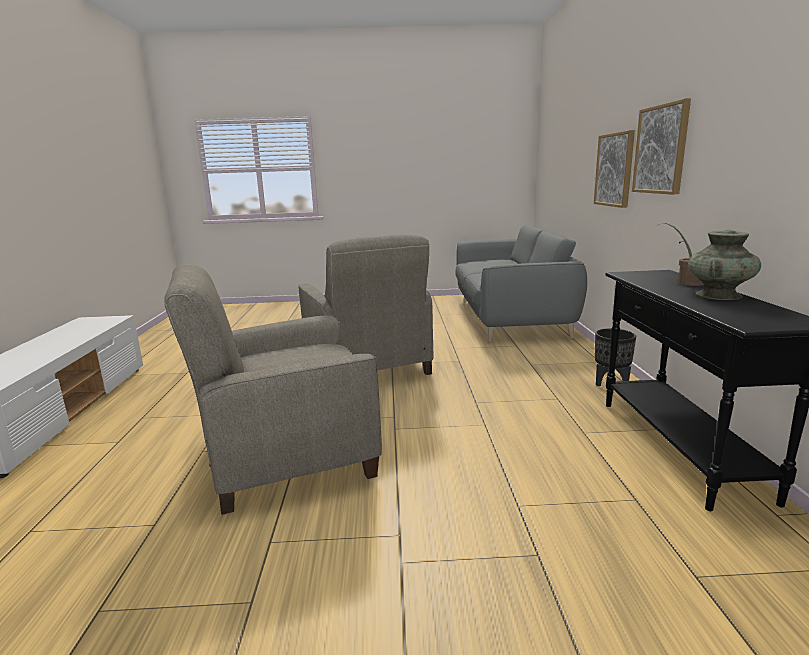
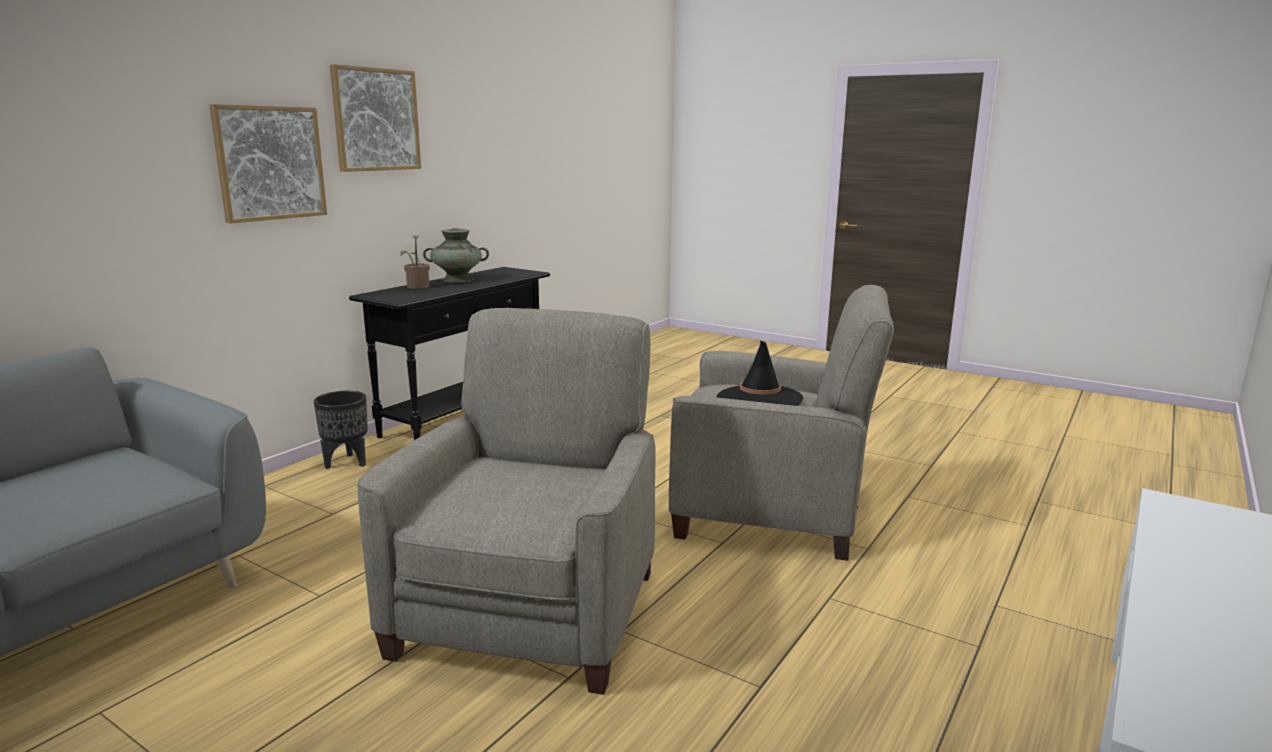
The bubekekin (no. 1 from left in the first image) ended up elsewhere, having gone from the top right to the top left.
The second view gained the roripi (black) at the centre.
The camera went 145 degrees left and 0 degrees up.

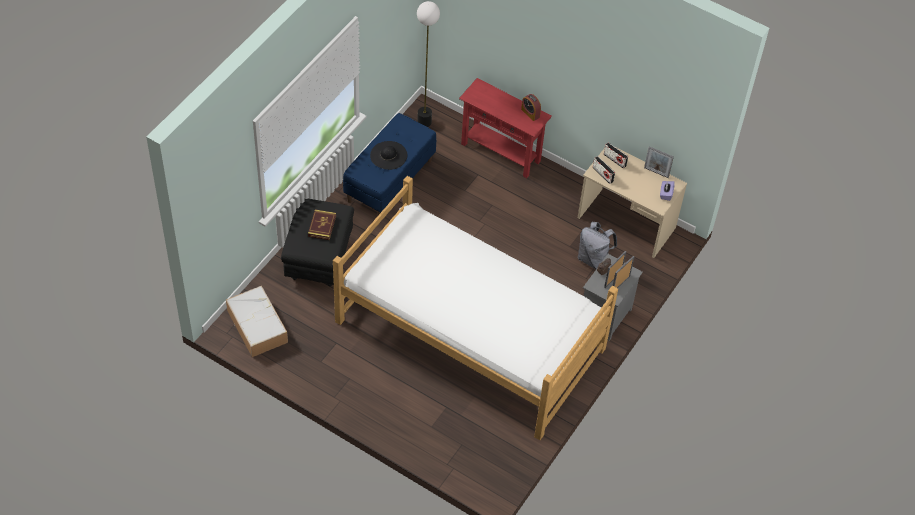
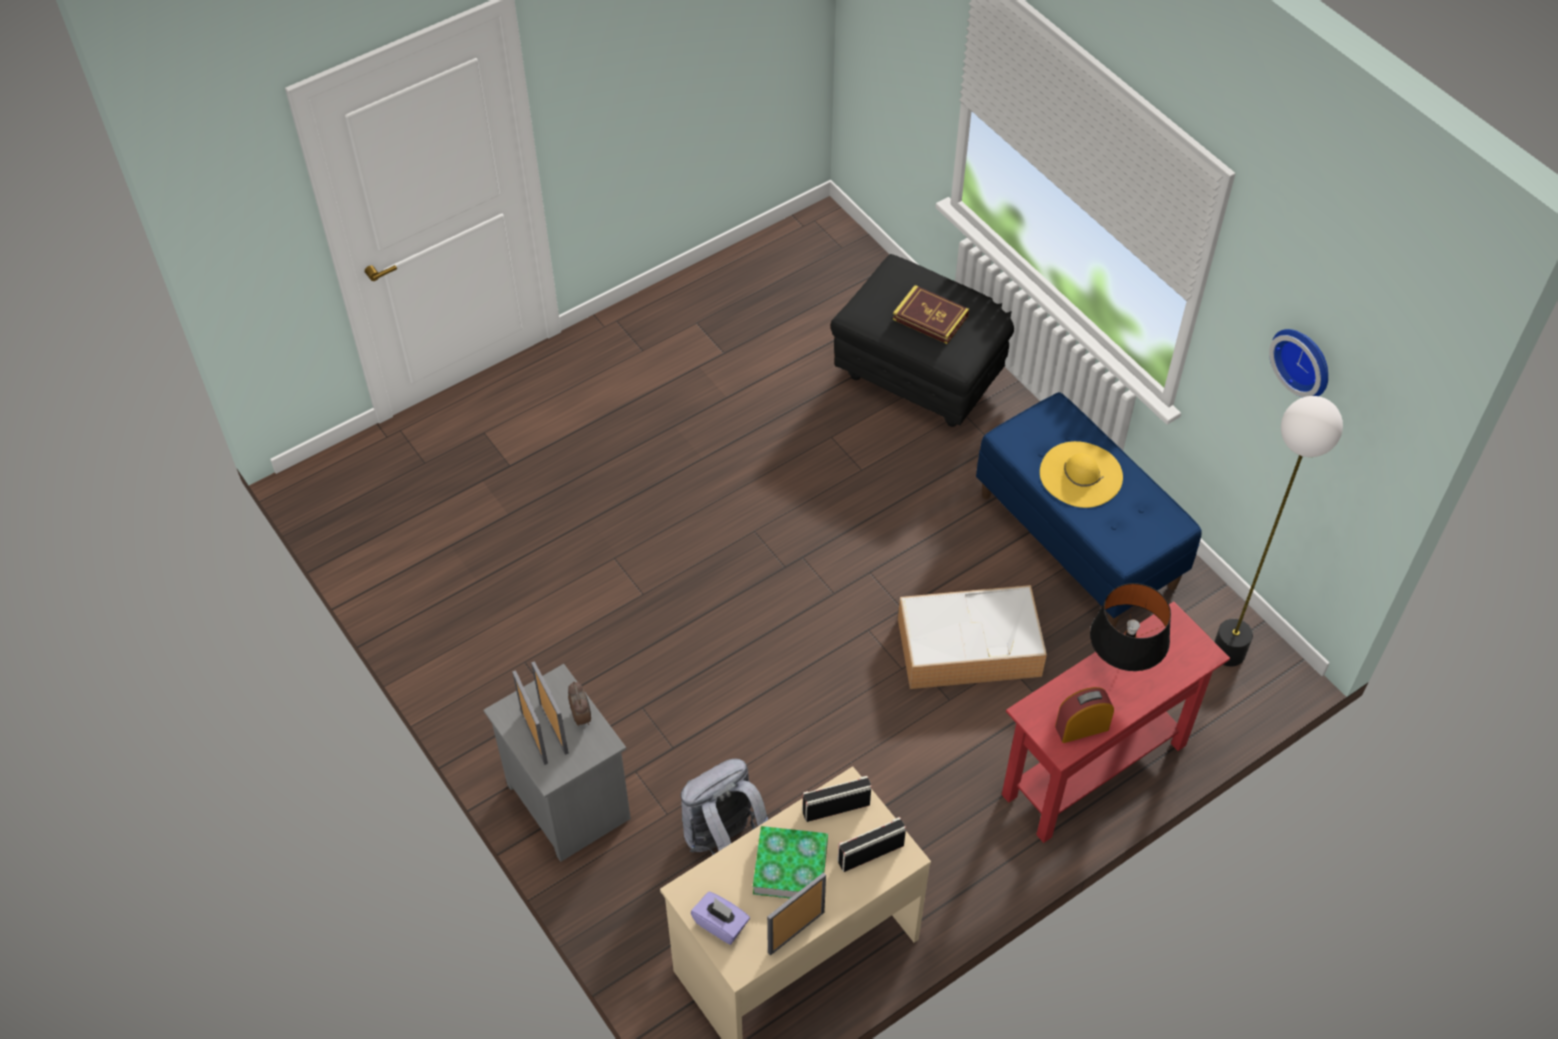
The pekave ended up elsewhere, having gone from the middle left to the centre.
The second view lost the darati at the centre.
What was the roripi (black) at the top centre turned into the roripi (yellow) at the middle right.
The second view gained the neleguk (no. 1 from left) at the bottom centre.
The second view gained the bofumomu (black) at the middle right.
The second view gained the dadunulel at the middle right.
The camera went 115 degrees right and 0 degrees up.

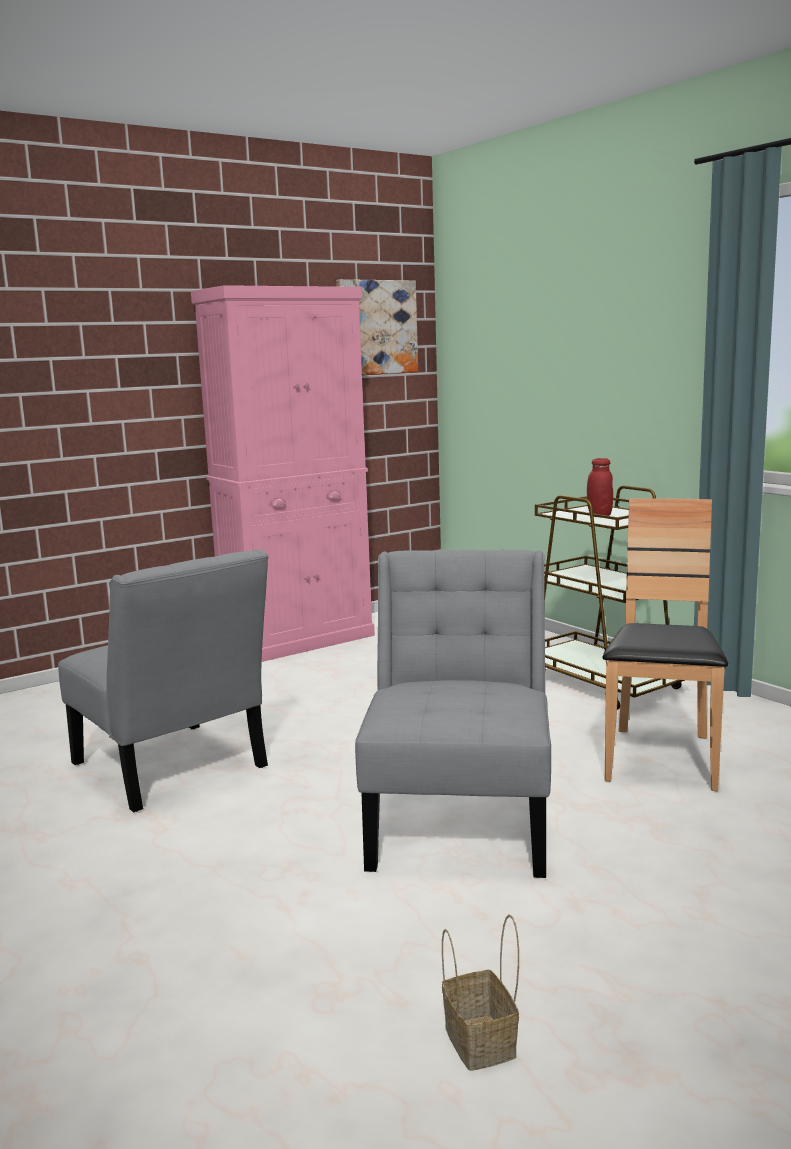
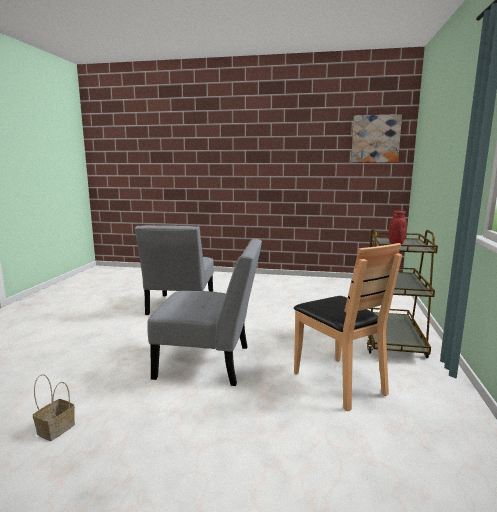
The second view lost the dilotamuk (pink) at the centre.
The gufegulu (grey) (no. 2 from left) at the centre ended up facing another way, 45 degrees clockwise from before.
The gufegulu (brown) at the middle right ended up facing another way, 90 degrees clockwise from before.
The camera went 45 degrees right and 0 degrees up.

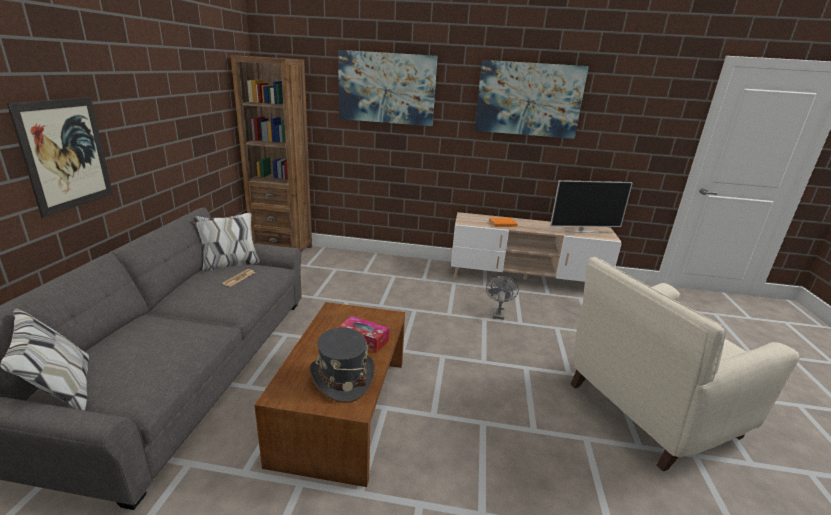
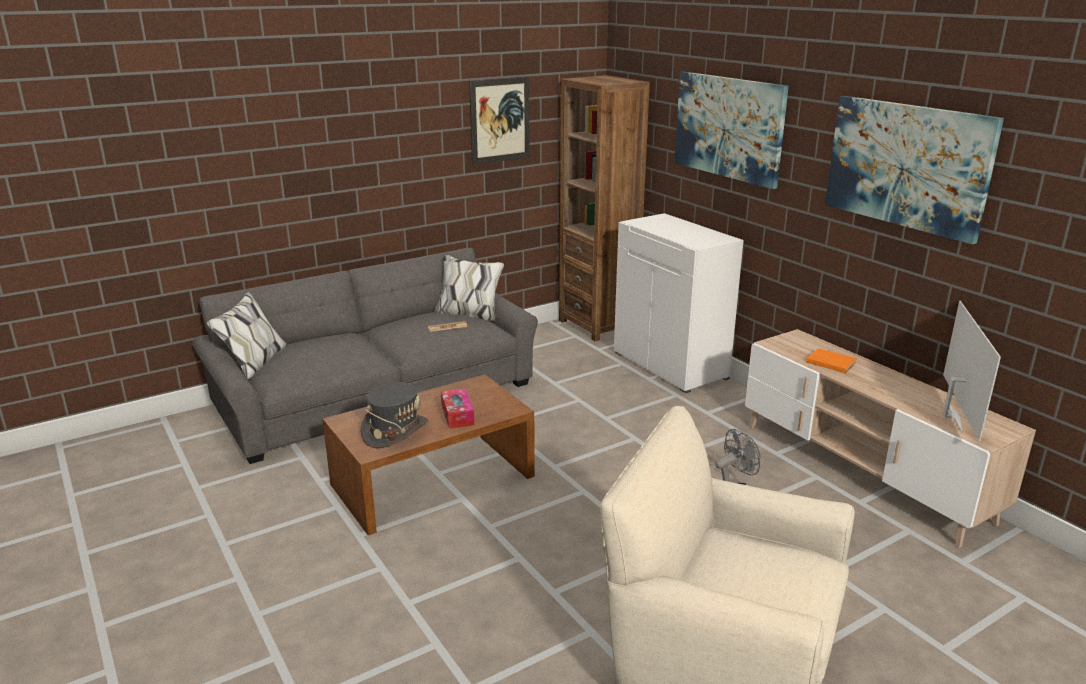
The bubekekin (no. 1 from left) ended up elsewhere, having gone from the top left to the top centre.
The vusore at the middle right ended up facing another way, 120 degrees counterclockwise from before.
The second view gained the dilotamuk (white) at the centre.
The camera went 50 degrees right and 0 degrees up.

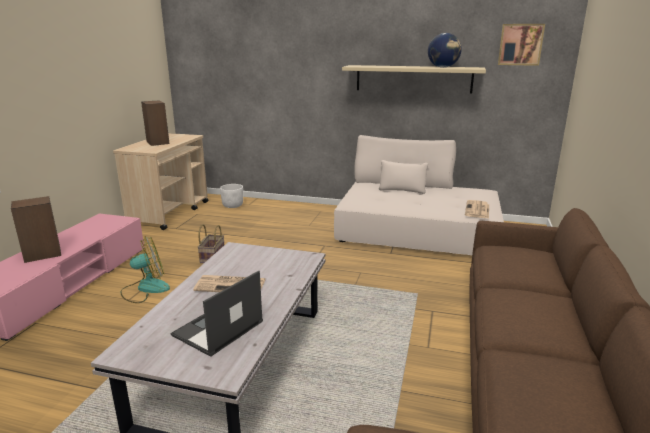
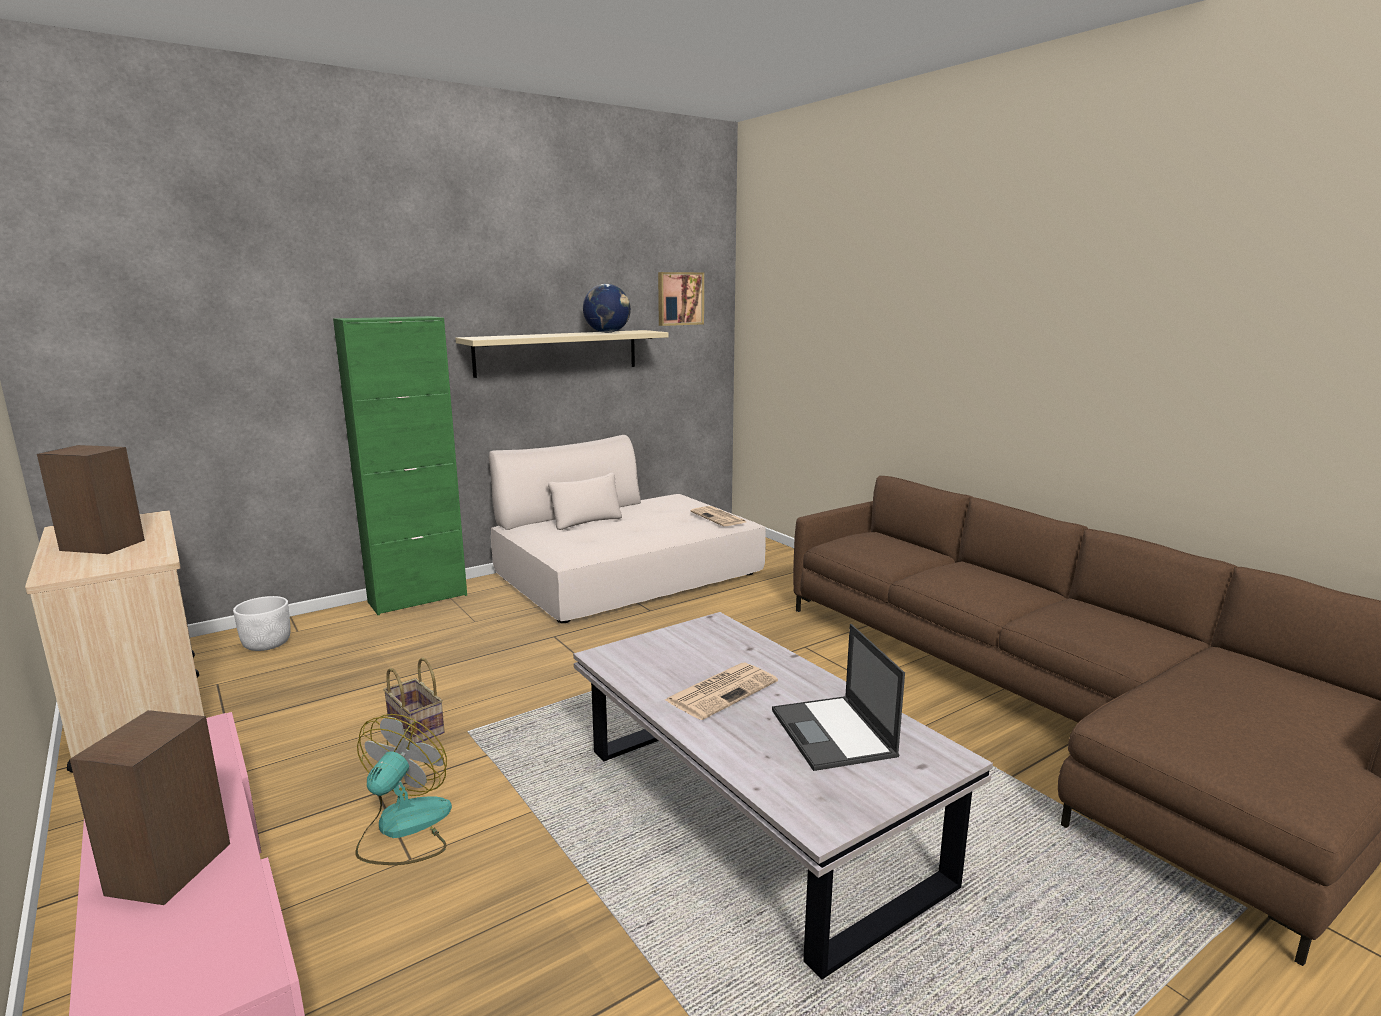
The second view gained the dilotamuk (green) at the middle left.
The camera went 50 degrees left and 5 degrees down.

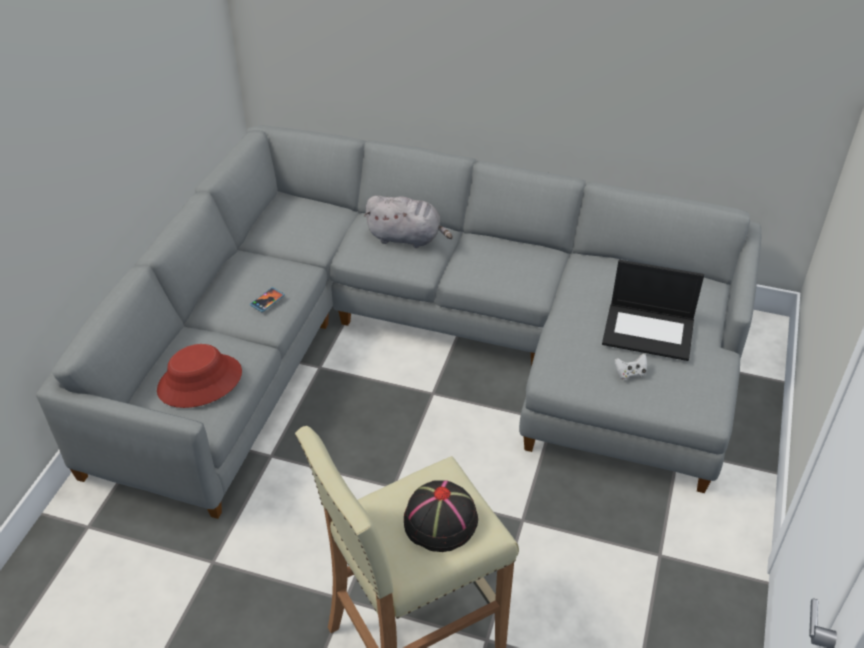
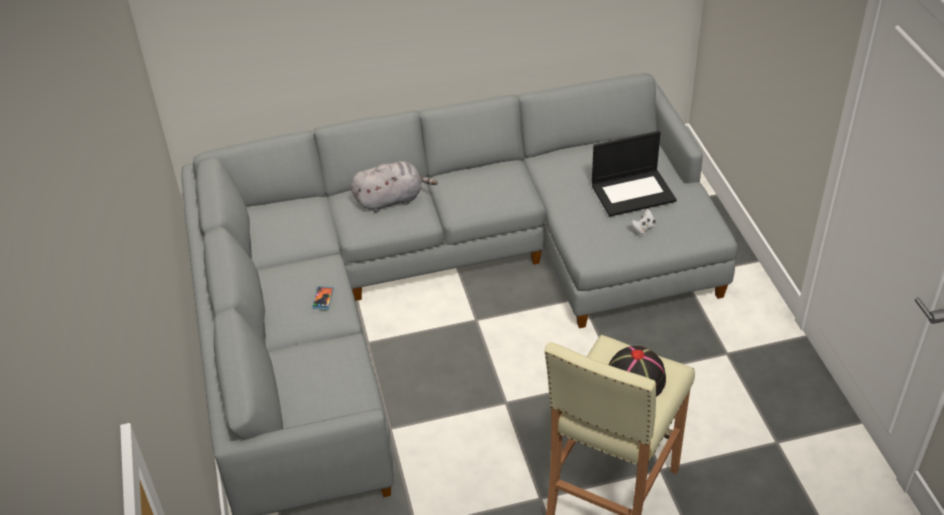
The second view lost the roripi (red) at the middle left.
The camera went 30 degrees left and 0 degrees up.

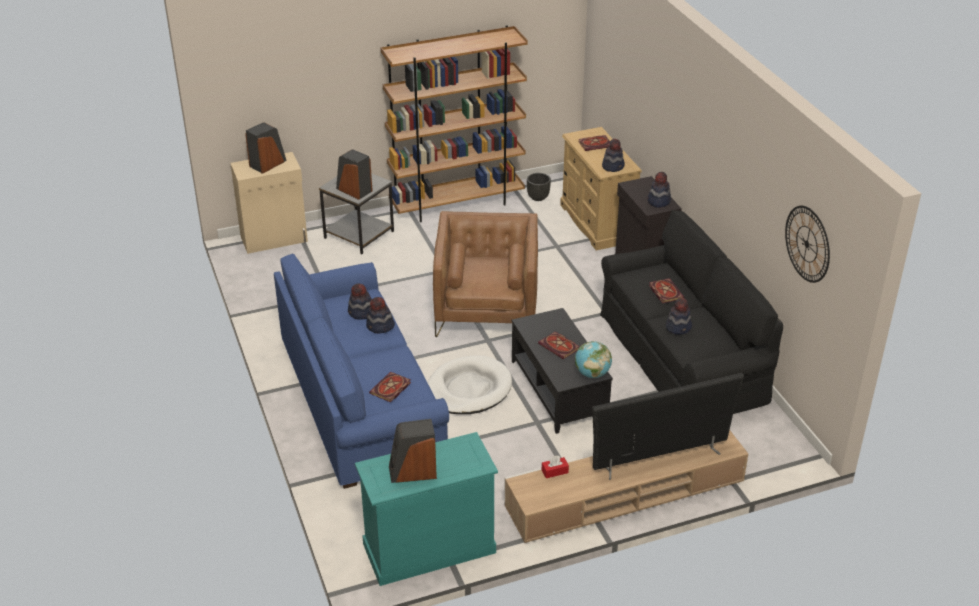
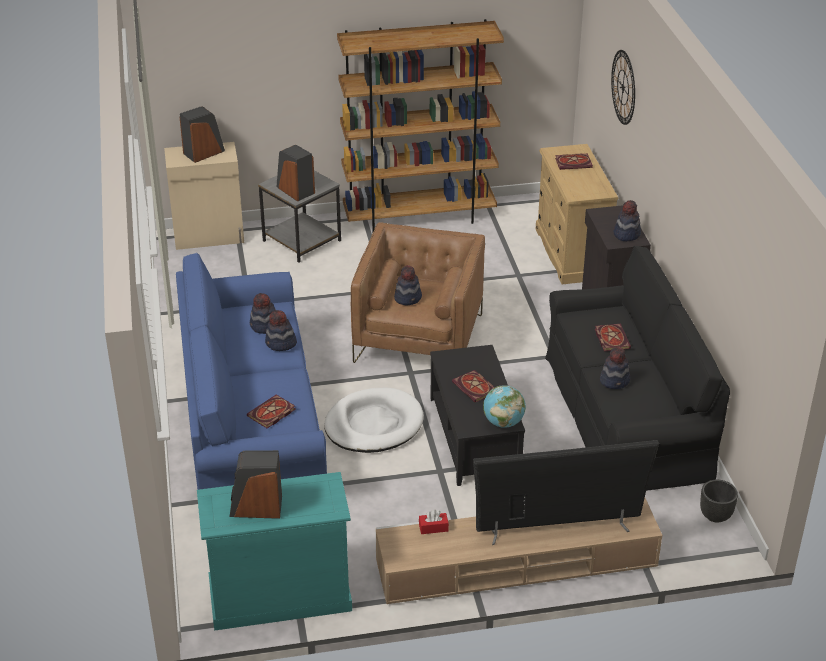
The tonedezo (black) ended up elsewhere, having gone from the top centre to the bottom right.
The roripi (no. 3 from left) ended up elsewhere, having gone from the top centre to the centre.
The dadunulel ended up elsewhere, having gone from the middle right to the top right.
The camera went 10 degrees right and 0 degrees up.

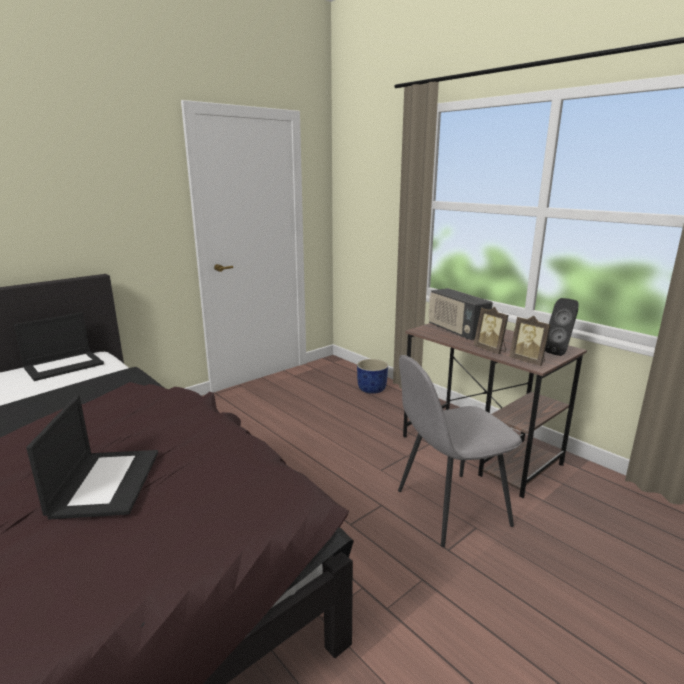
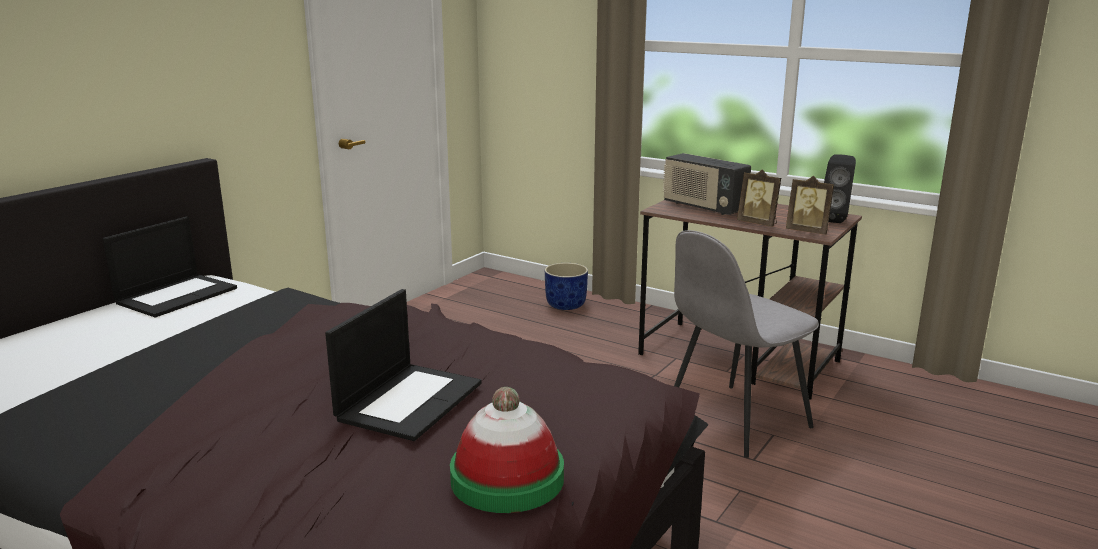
The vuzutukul (no. 2 from left) at the bottom left ended up facing another way, 45 degrees clockwise from before.
The second view gained the roripi at the bottom centre.
The camera went 15 degrees left and 0 degrees up.

